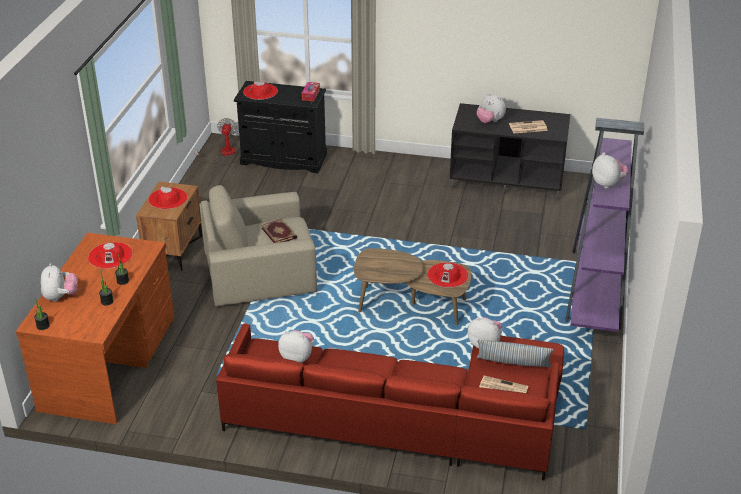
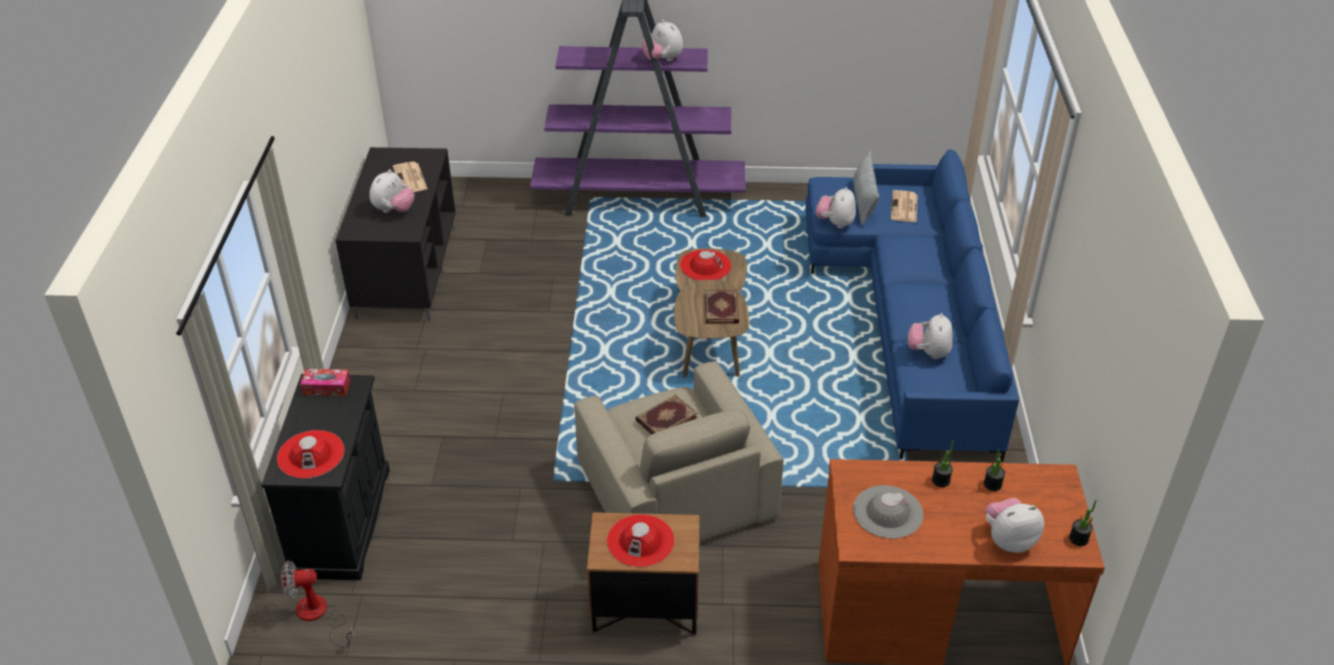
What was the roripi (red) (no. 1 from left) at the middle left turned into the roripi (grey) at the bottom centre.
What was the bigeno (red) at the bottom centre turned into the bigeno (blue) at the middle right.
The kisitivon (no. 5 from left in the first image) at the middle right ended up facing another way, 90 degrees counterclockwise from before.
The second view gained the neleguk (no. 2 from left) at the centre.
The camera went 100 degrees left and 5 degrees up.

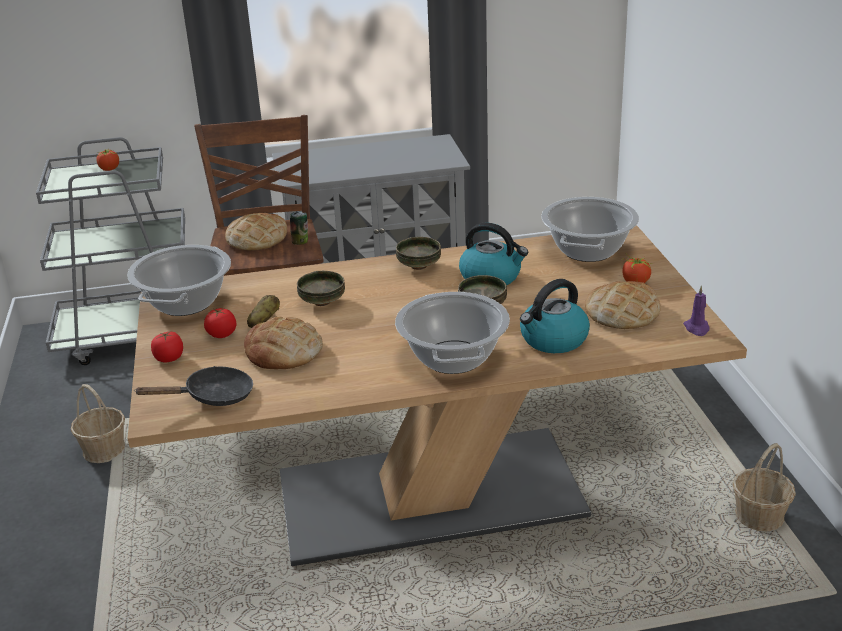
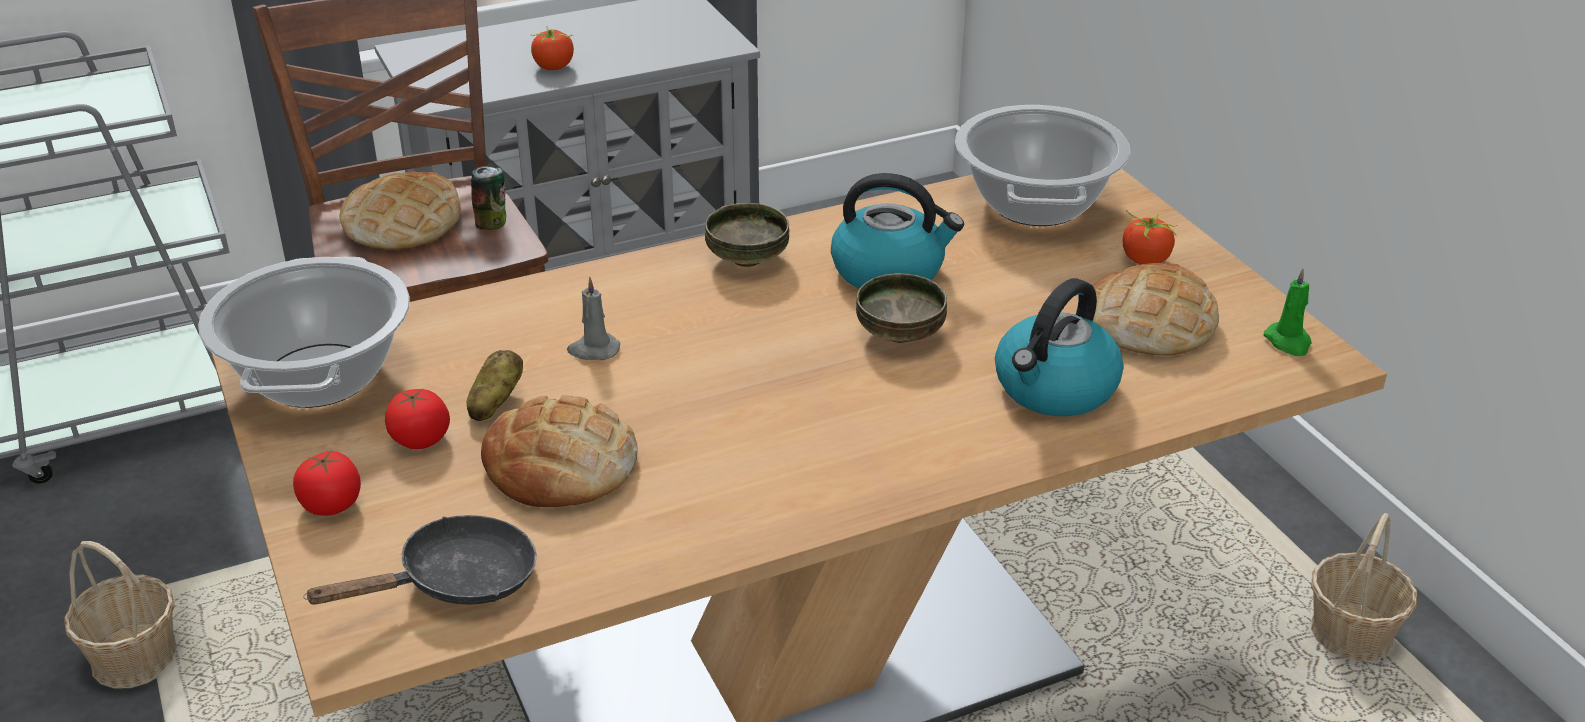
The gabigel (no. 1 from left in the first image) ended up elsewhere, having gone from the top left to the top centre.
Where the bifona (no. 1 from left) stood at the centre, the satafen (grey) came to stand at the centre.
The second view lost the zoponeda (no. 2 from left) at the centre.
What was the satafen (purple) at the middle right turned into the satafen (green) at the middle right.
The camera went 15 degrees left and 5 degrees up.

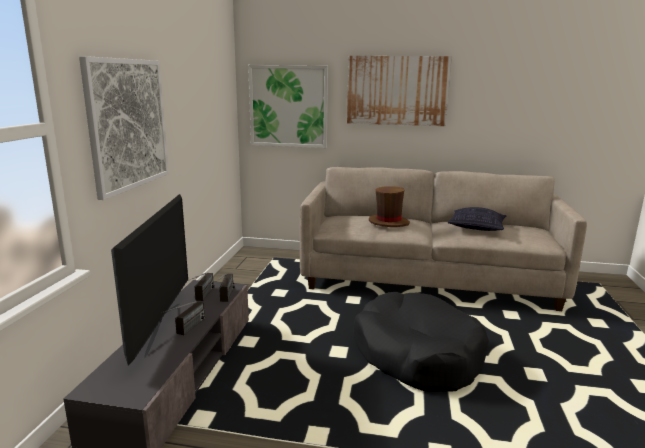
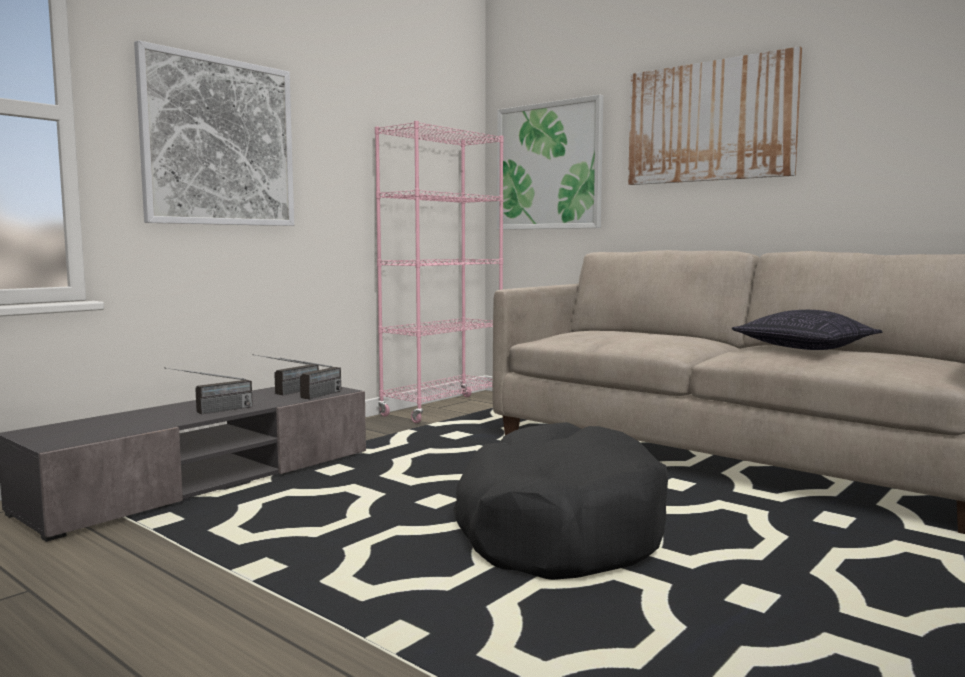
The second view lost the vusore at the middle left.
The second view lost the roripi (brown) at the centre.
The second view gained the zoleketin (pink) at the centre.
The camera went 30 degrees right and 10 degrees down.

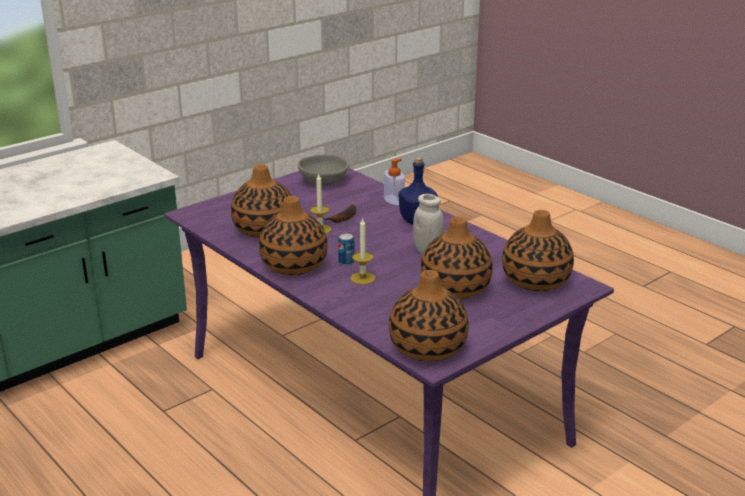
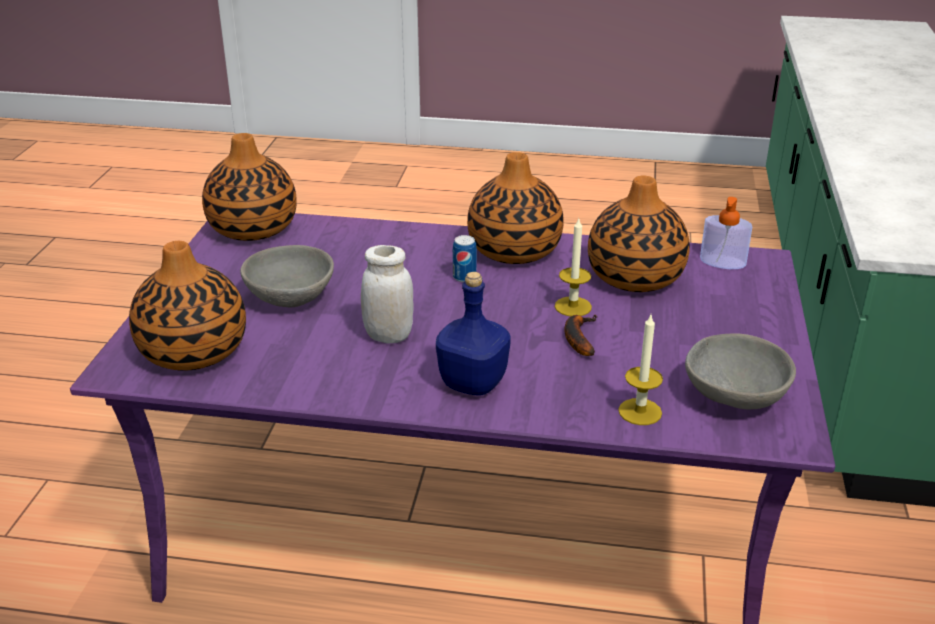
The satafen (no. 2 from left) ended up elsewhere, having gone from the centre to the middle right.
The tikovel ended up elsewhere, having gone from the centre to the middle right.
Where the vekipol (no. 4 from left) stood at the centre, the bifona (grey) (no. 1 from left) came to stand at the middle left.
The camera went 140 degrees right and 5 degrees up.

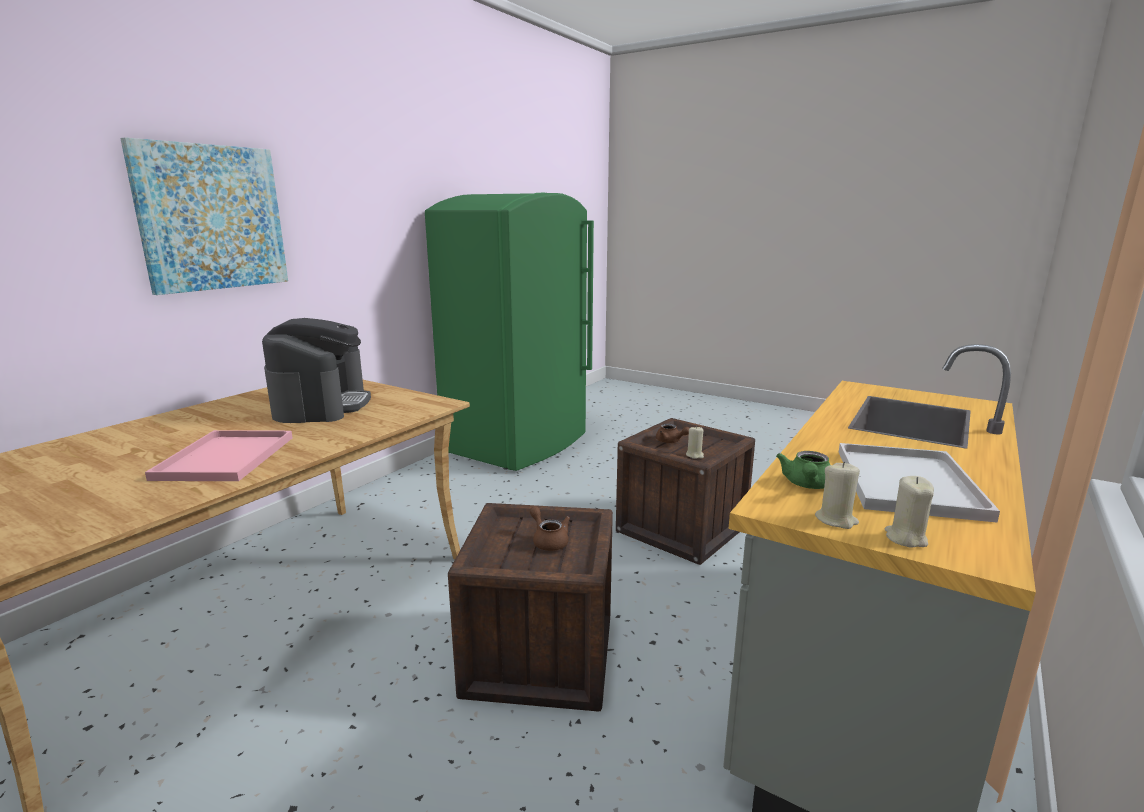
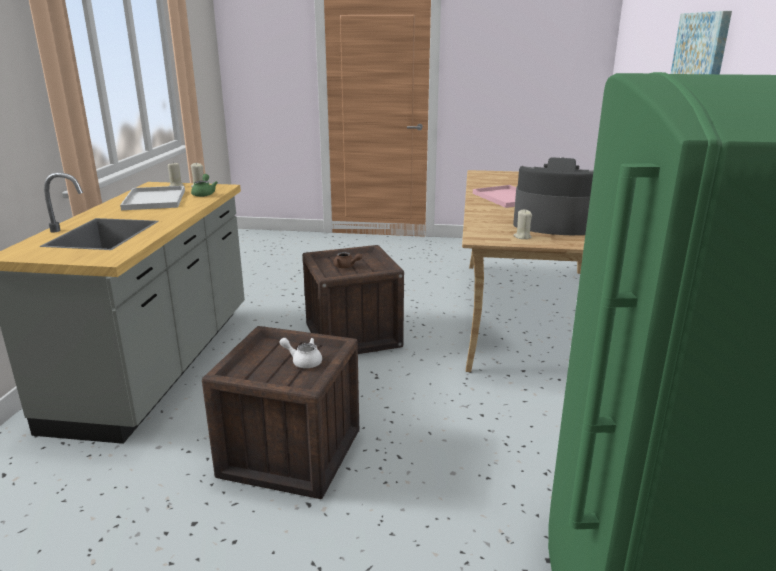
The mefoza at the middle left ended up facing another way, 135 degrees clockwise from before.
What was the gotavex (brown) (no. 2 from left) at the centre turned into the gotavex (white) at the centre.
The satafen (beige) (no. 1 from left in the first image) ended up elsewhere, having gone from the centre to the middle right.
The camera went 155 degrees right and 5 degrees up.

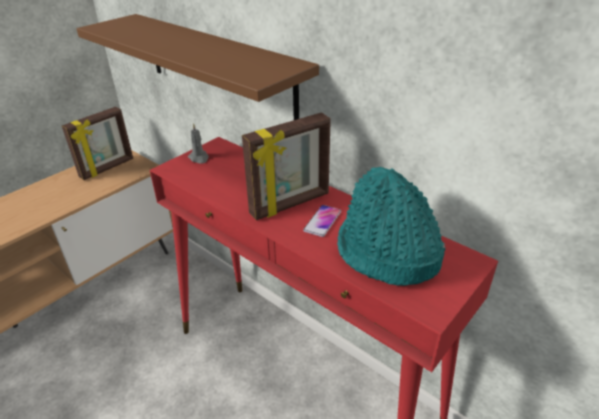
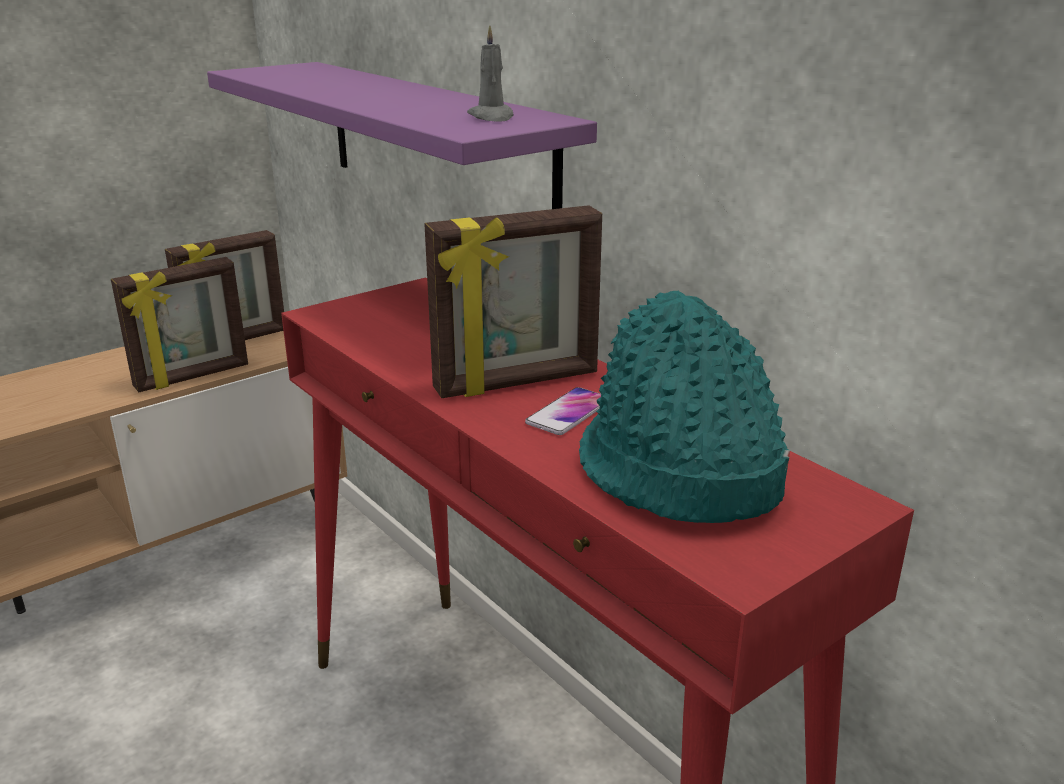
What was the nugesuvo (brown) at the top left turned into the nugesuvo (purple) at the top centre.
The satafen (grey) ended up elsewhere, having gone from the middle left to the top centre.
The second view gained the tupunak (no. 1 from left) at the middle left.
The camera went 10 degrees right and 10 degrees down.

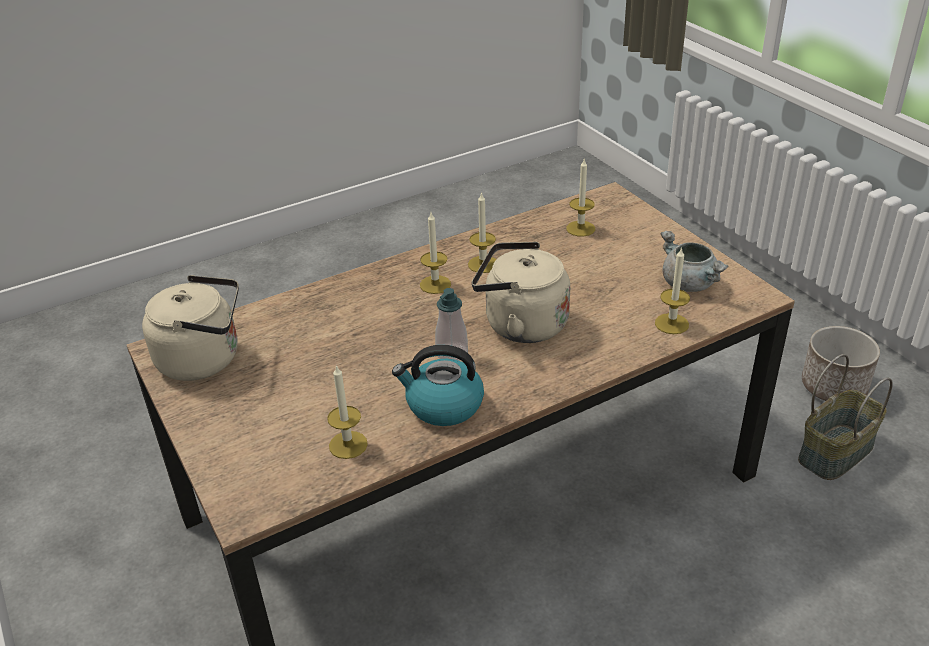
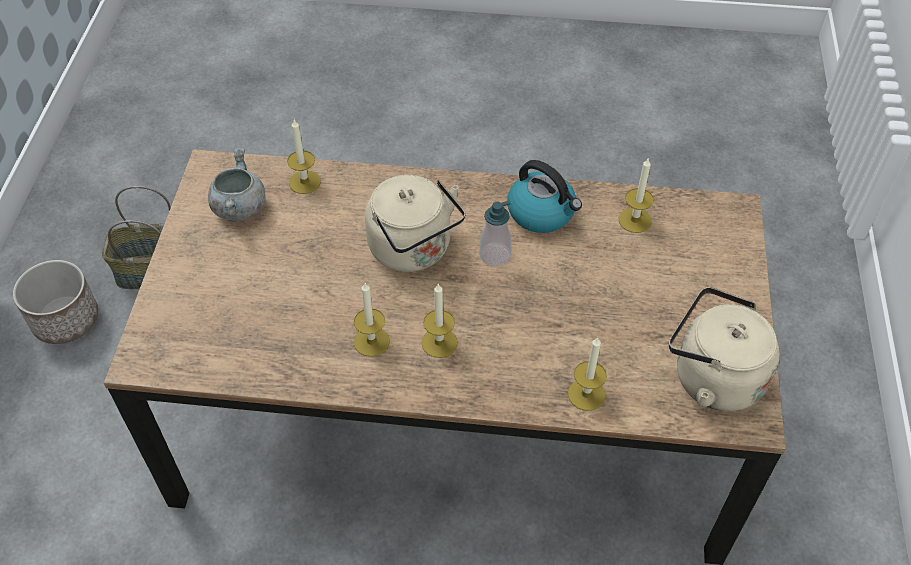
The satafen (no. 4 from left) ended up elsewhere, having gone from the top centre to the centre.
The camera went 145 degrees left and 15 degrees up.

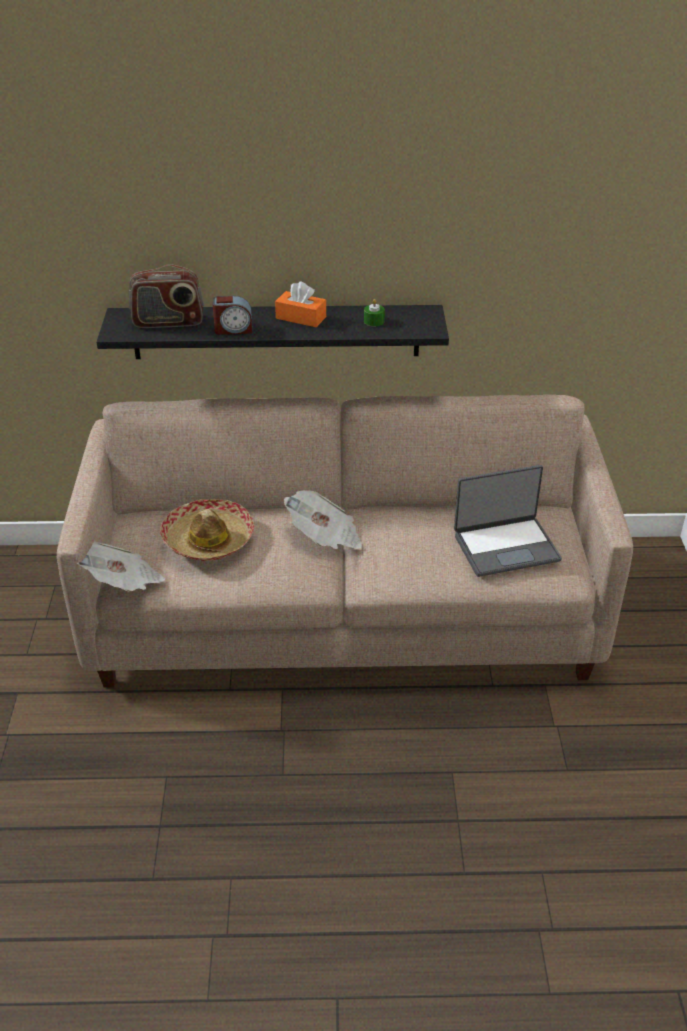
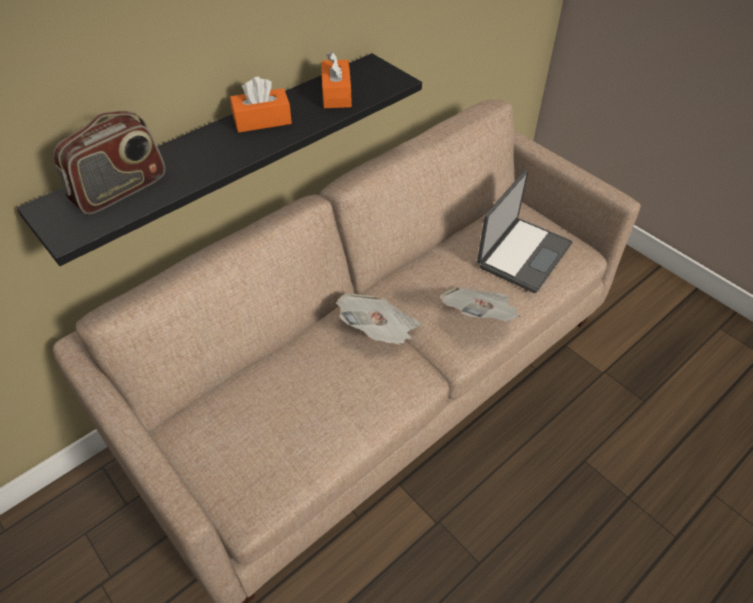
The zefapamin (no. 1 from left in the first image) ended up elsewhere, having gone from the middle left to the centre.
The second view lost the roripi at the middle left.
The second view lost the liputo at the top centre.
Where the satafen (green) stood at the top centre, the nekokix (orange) (no. 2 from left) came to stand at the top centre.
The camera went 40 degrees left and 10 degrees up.

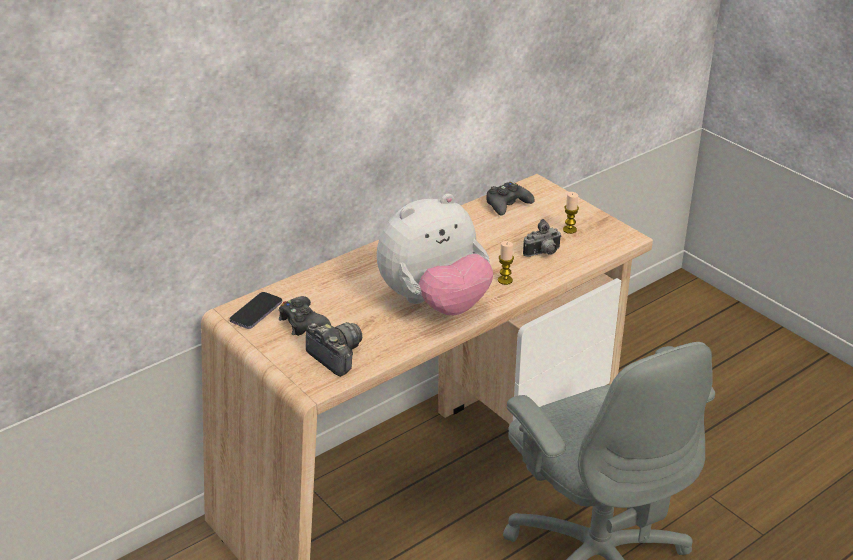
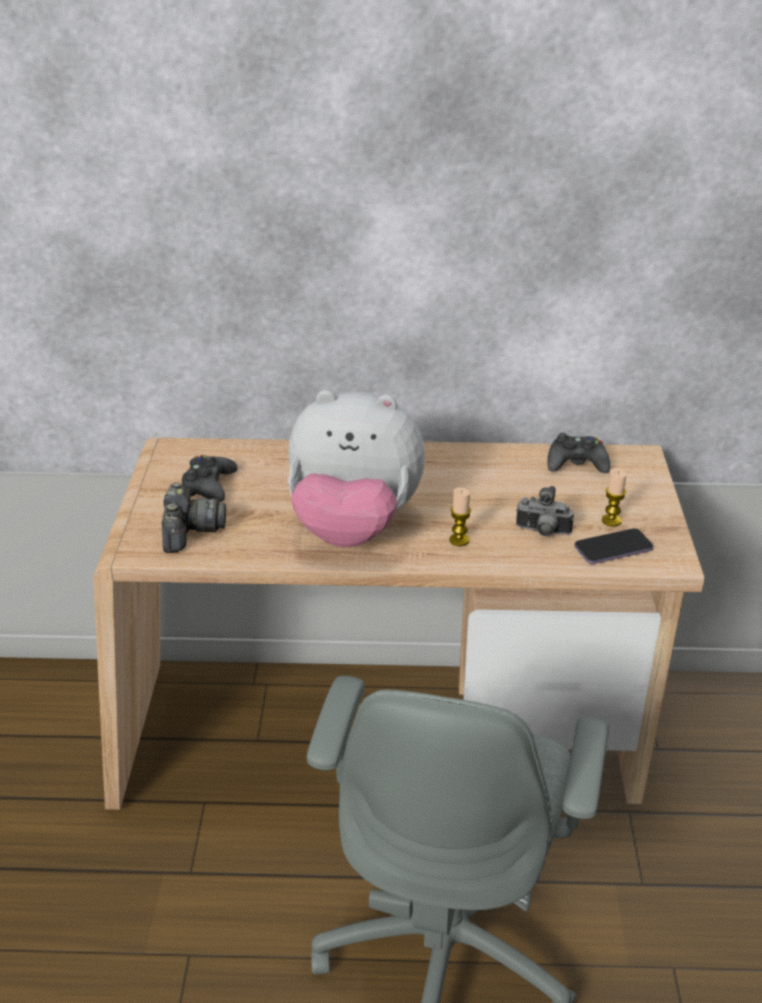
The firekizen ended up elsewhere, having gone from the middle left to the middle right.
The camera went 40 degrees right and 0 degrees up.

